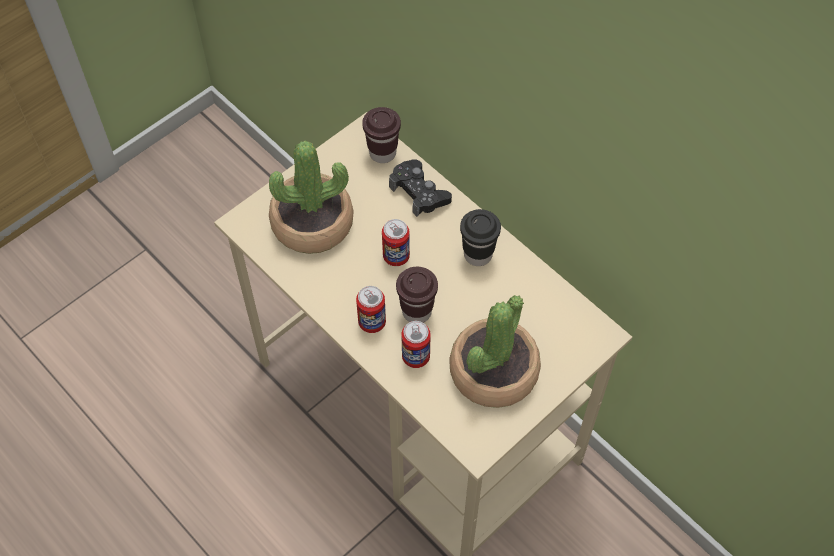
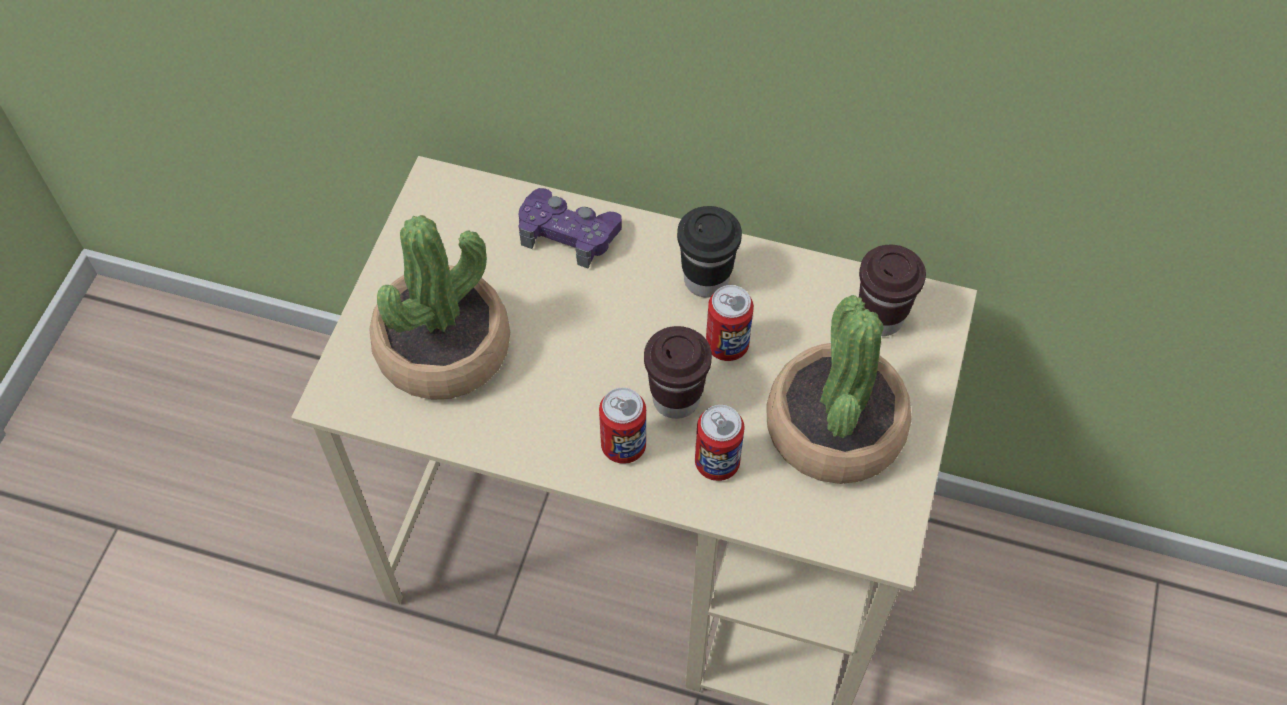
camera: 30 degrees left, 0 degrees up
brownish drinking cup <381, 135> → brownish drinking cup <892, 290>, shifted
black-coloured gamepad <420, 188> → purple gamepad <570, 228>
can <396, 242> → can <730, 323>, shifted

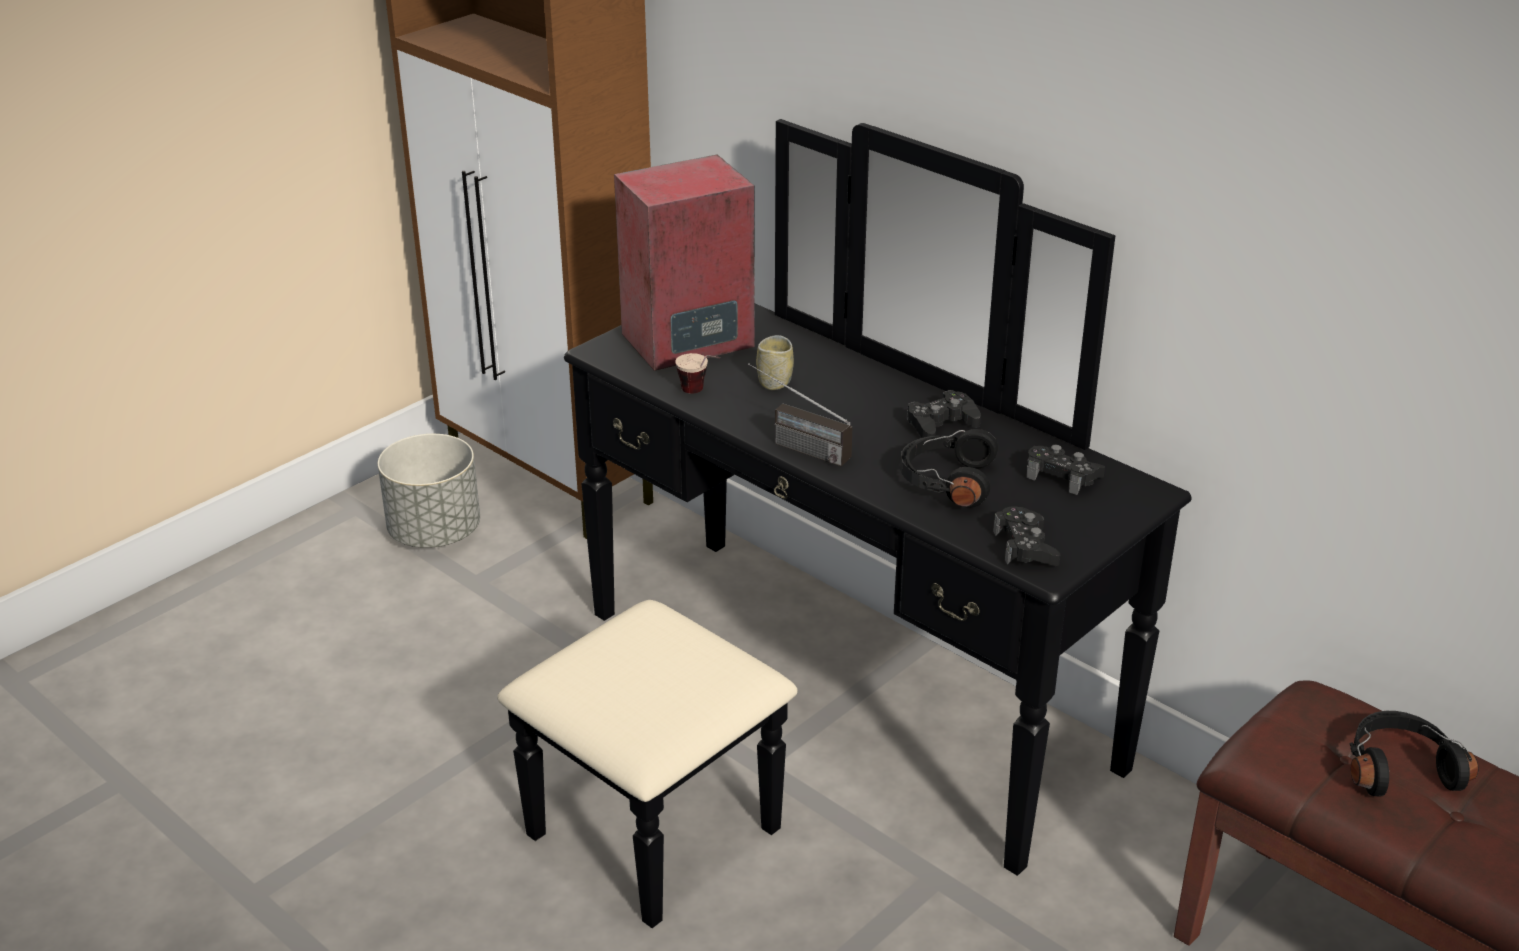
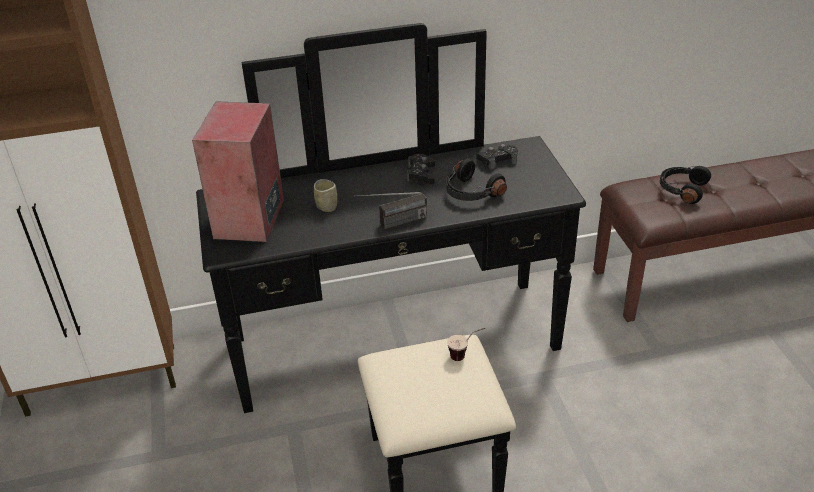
camera: 55 degrees left, 5 degrees up
drinking cup <697, 373> → drinking cup <466, 344>, shifted
grey flower pot <429, 491> → -
black-coloured gamepad <1026, 536> → -

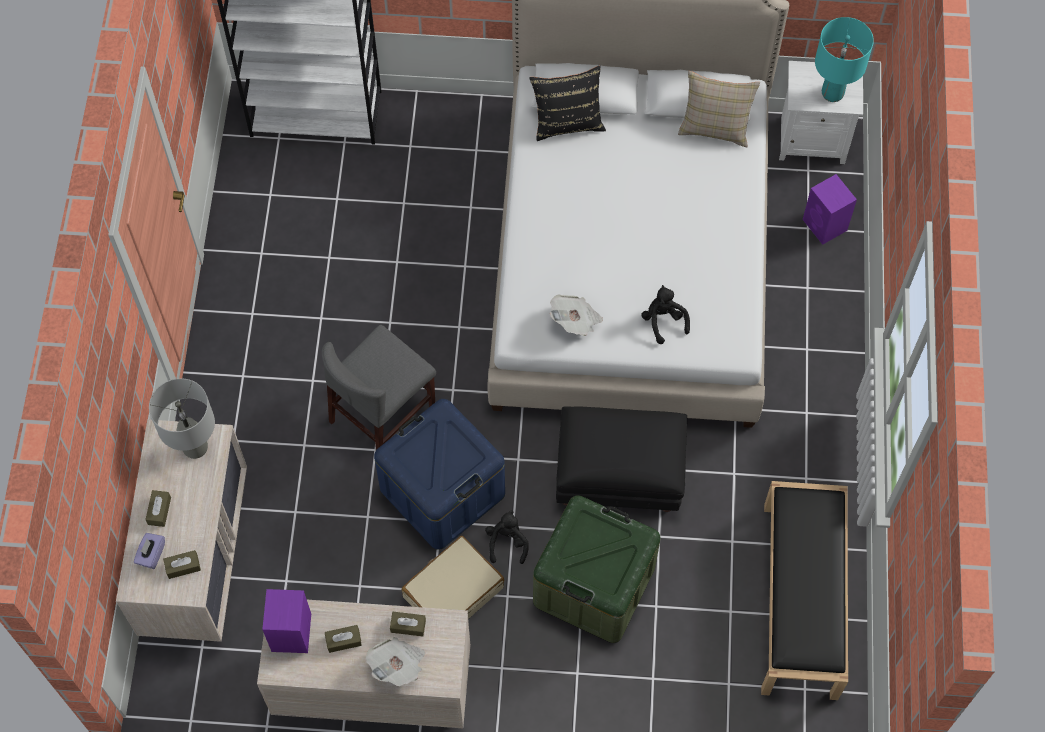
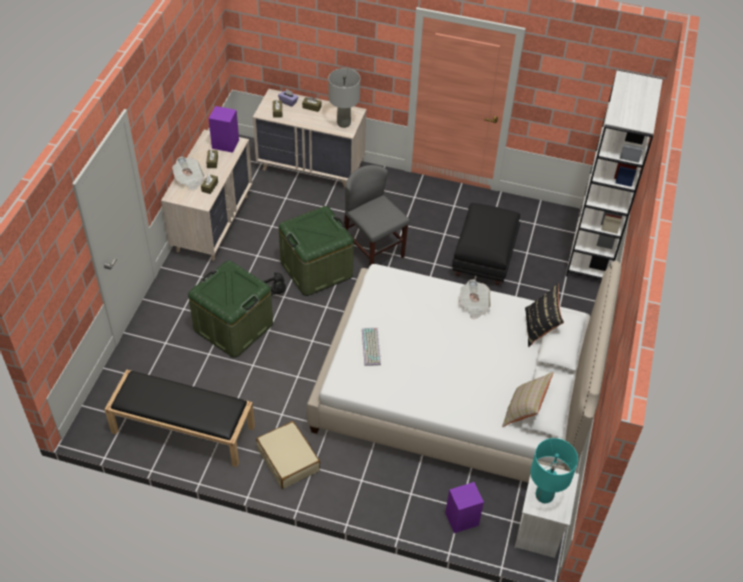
camera: 100 degrees right, 15 degrees down
black-coloured cuddly toy <665, 314> → computer keyboard <371, 347>
newspaper <576, 315> → newspaper <475, 299>, shifted
bluish storage box <439, 474> → green storage box <316, 251>
black-coloured ottoman <621, 459> → black-coloured ottoman <486, 244>, shifted
beige-coloured travel case <453, 577> → beige-coloured travel case <288, 455>, shifted

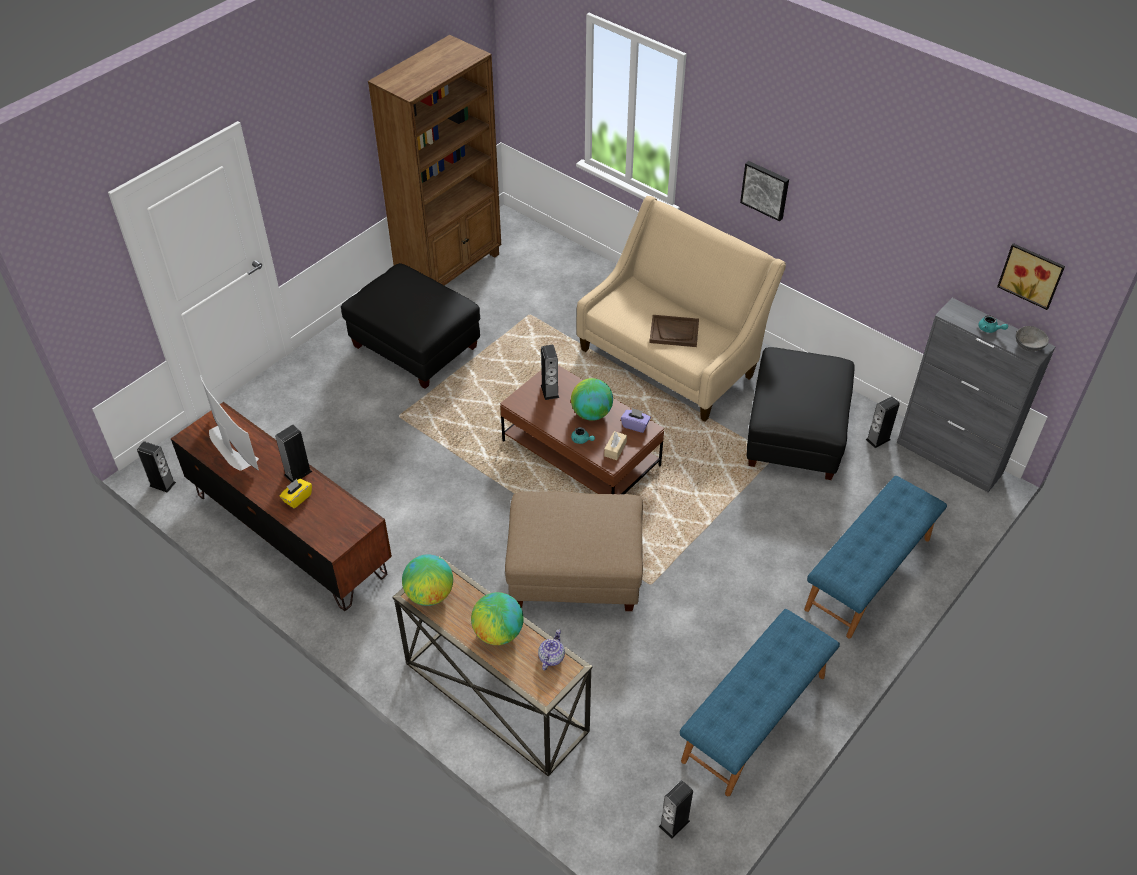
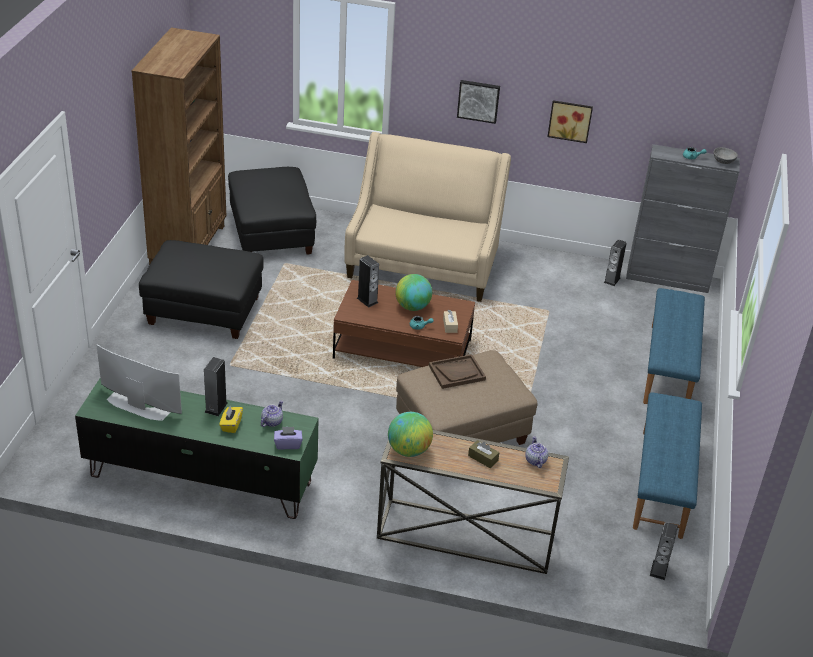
camera: 30 degrees left, 10 degrees down
picture <1031, 276> → picture <570, 121>, shifted
brownish serving tray <674, 331> → brownish serving tray <457, 371>, shifted
black-coloured ottoman <800, 413> → black-coloured ottoman <272, 211>, shifted
brownish media console <281, 506> → green media console <197, 448>
purple tissue box <636, 420> → purple tissue box <288, 438>, shifted
audio speaker <156, 467> → -
globe <497, 618> → brownish tissue box <484, 454>
- → tea pot <272, 413>

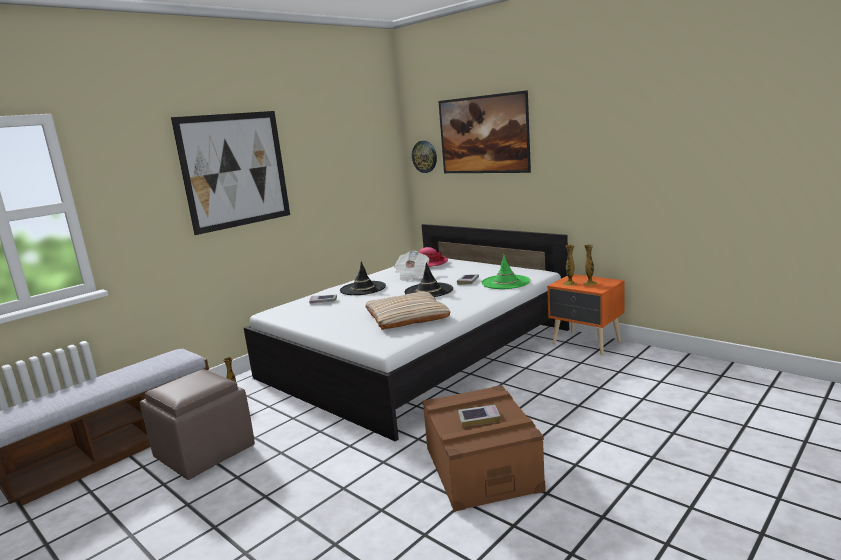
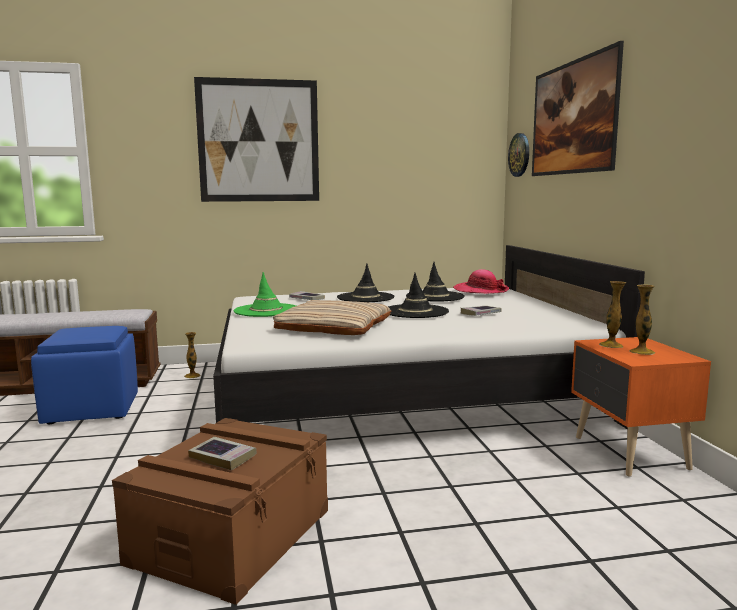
camera: 35 degrees right, 5 degrees down
newspaper <412, 266> → black-coloured hat <435, 282>
green hat <506, 272> → green hat <265, 294>, shifted
brownish ottoman <197, 424> → bluish ottoman <84, 375>

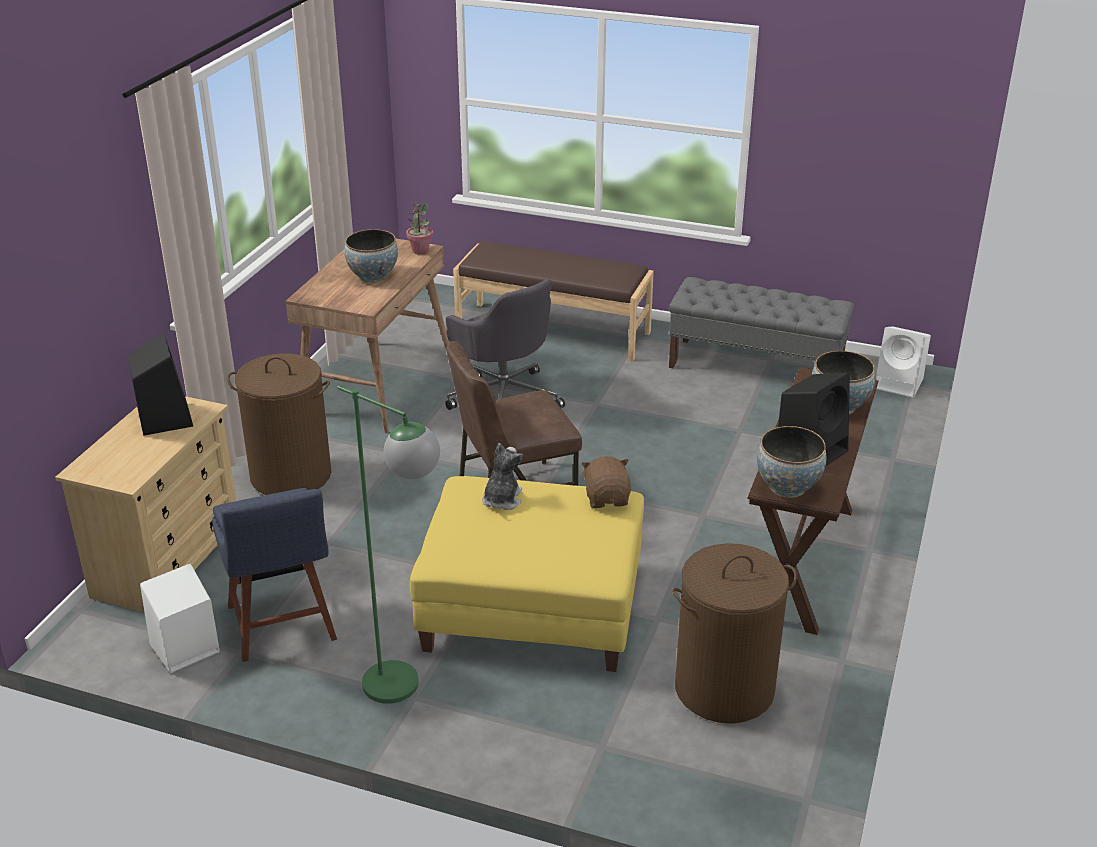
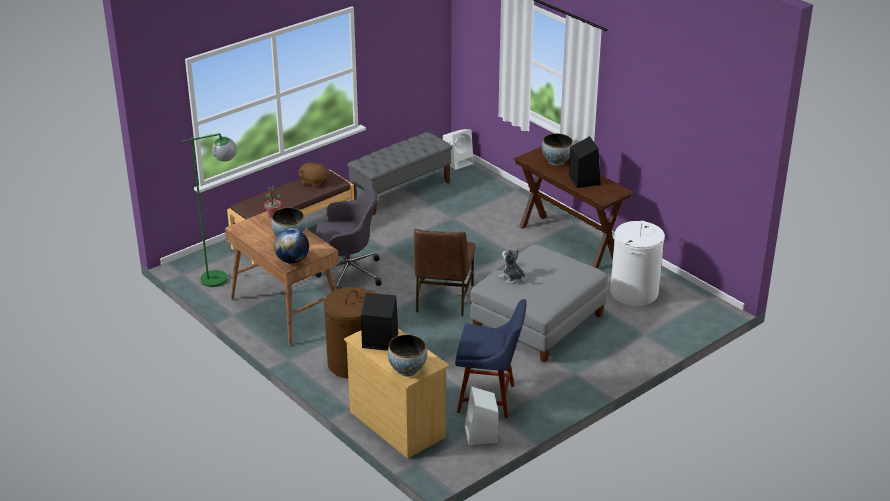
camera: 60 degrees left, 0 degrees up
green floor lamp <388, 544> → green floor lamp <209, 210>, shifted
serving bowl <791, 462> → serving bowl <407, 355>, shifted
brownish cuddly toy <606, 482> → brownish cuddly toy <312, 174>, shifted
yellow-coloured ottoman <527, 574> → grey ottoman <538, 304>
brownish laundry basket <734, 633> → white-coloured laundry basket <637, 263>
- → globe <291, 246>

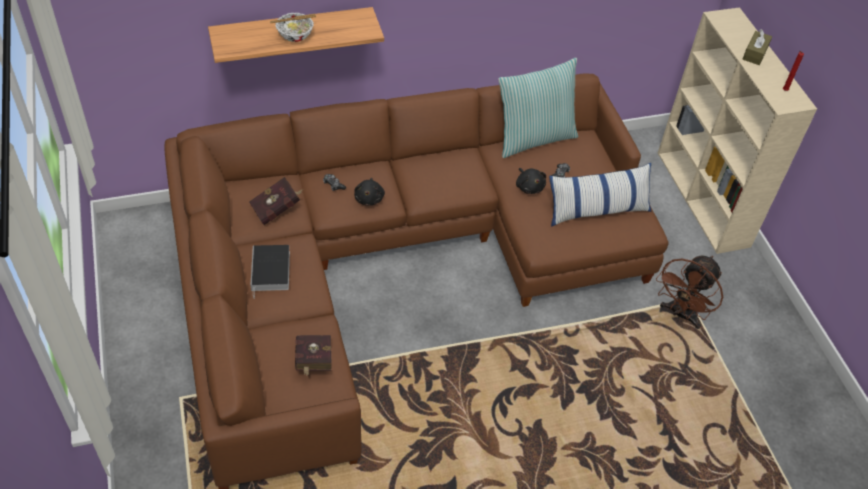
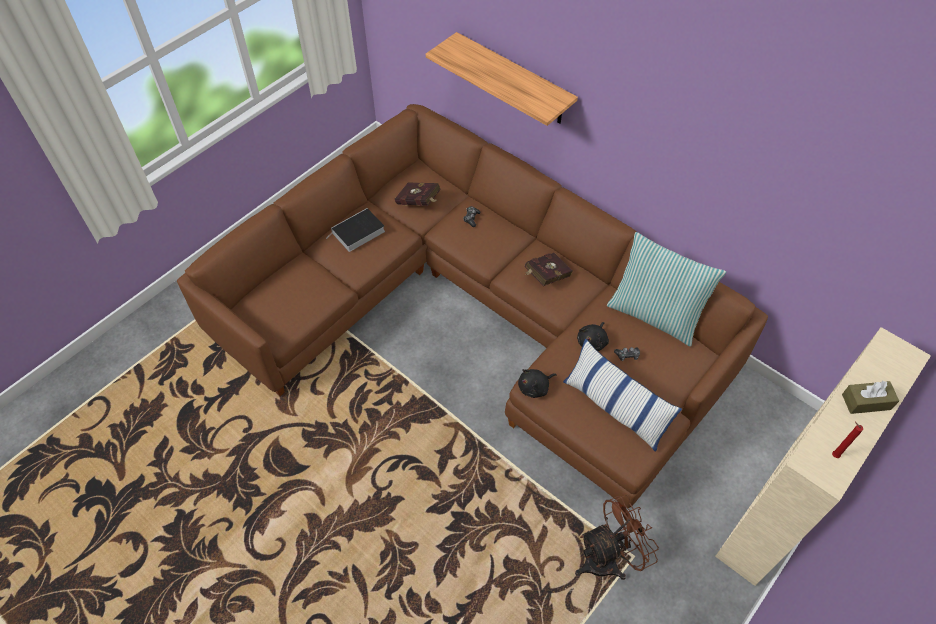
camera: 60 degrees right, 5 degrees up
serving bowl <293, 27> → -
black-coloured cuddly toy <369, 192> → black-coloured cuddly toy <537, 383>, shifted
brownish cooling fan <689, 292> → brownish cooling fan <617, 537>, 150 degrees clockwise
reddish book <313, 355> → reddish book <549, 269>, shifted

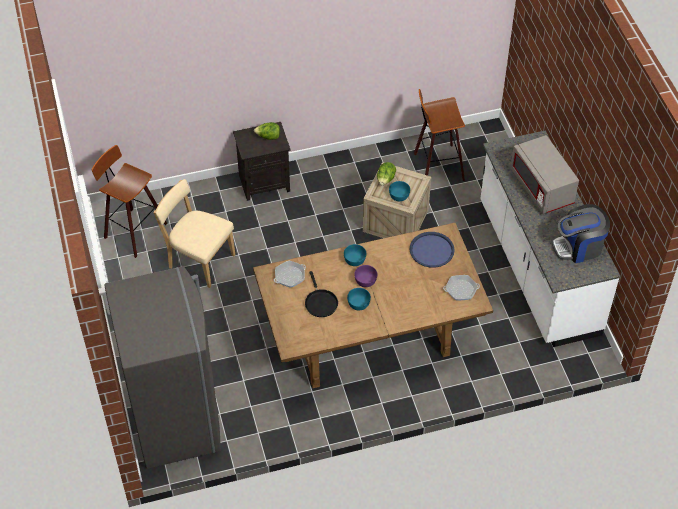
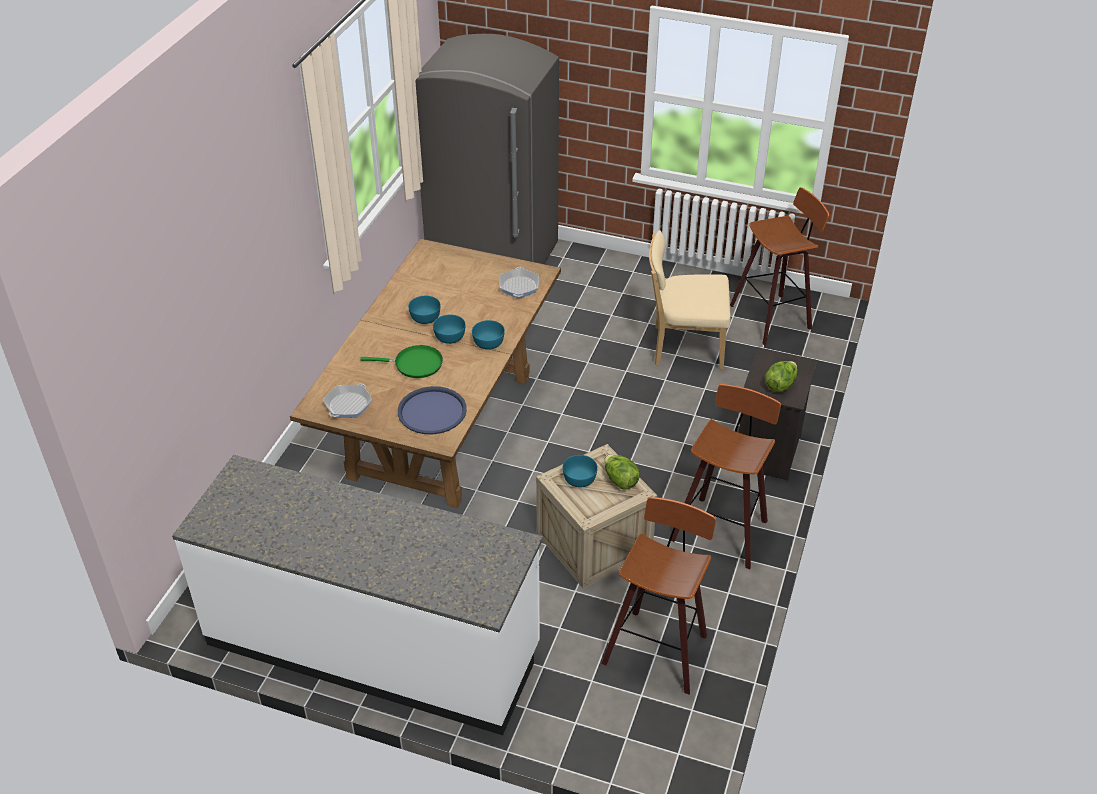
camera: 125 degrees right, 10 degrees down
grey microwave oven <545, 174> → -
beige-coloured plain chair <194, 233> → beige-coloured plain chair <690, 300>, 150 degrees counterclockwise
coffee brewer <581, 233> → -
purple serving bowl <365, 276> → turquoise serving bowl <449, 329>
black-coloured pan <321, 294> → -
- → green pan <401, 361>
- → stool <726, 476>

